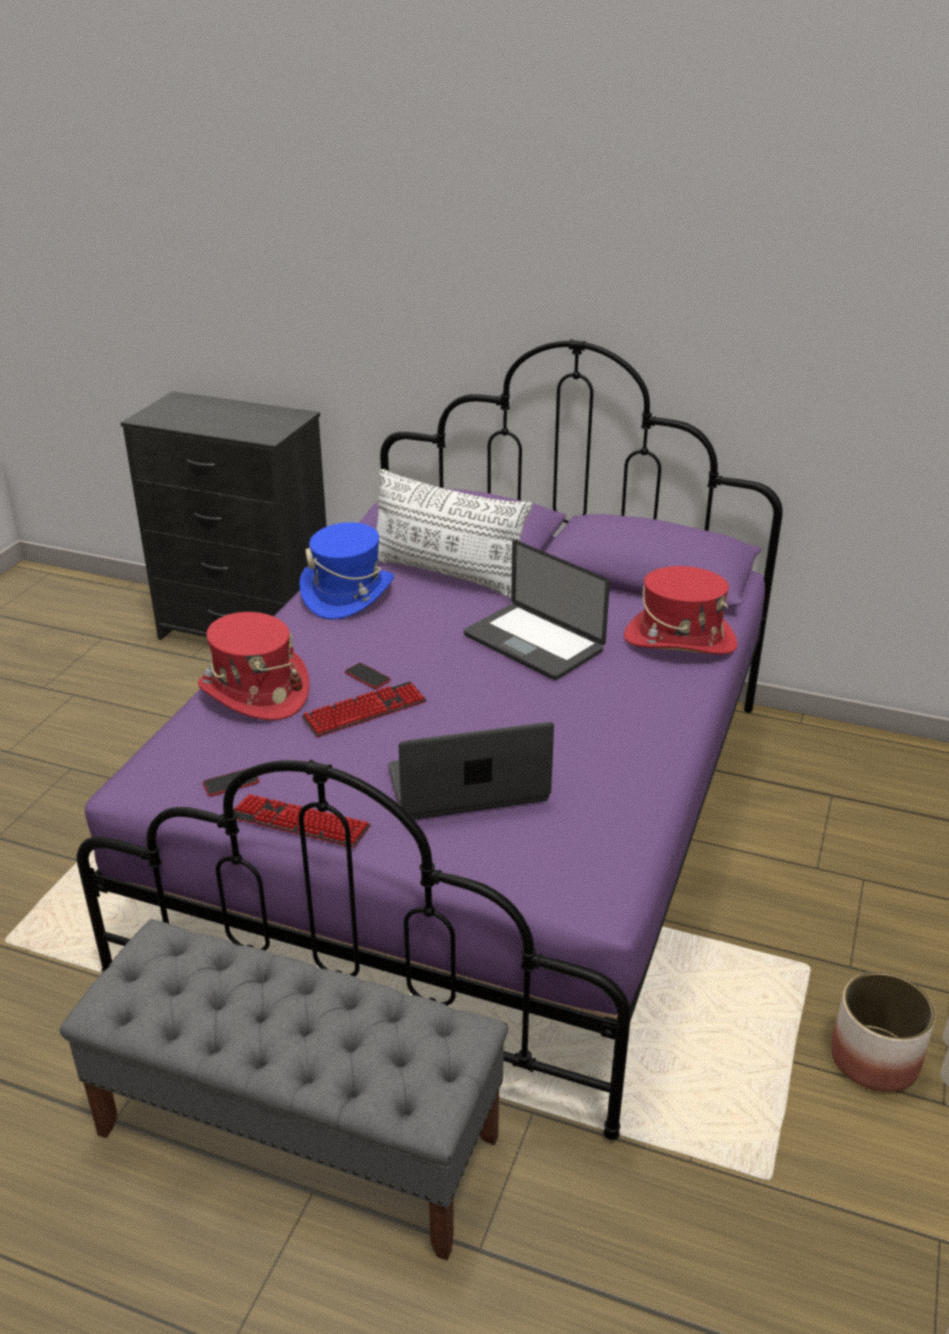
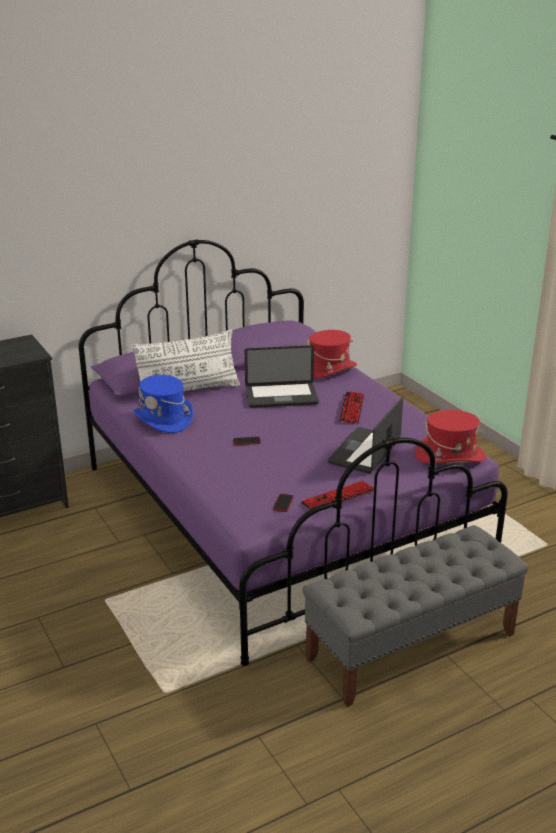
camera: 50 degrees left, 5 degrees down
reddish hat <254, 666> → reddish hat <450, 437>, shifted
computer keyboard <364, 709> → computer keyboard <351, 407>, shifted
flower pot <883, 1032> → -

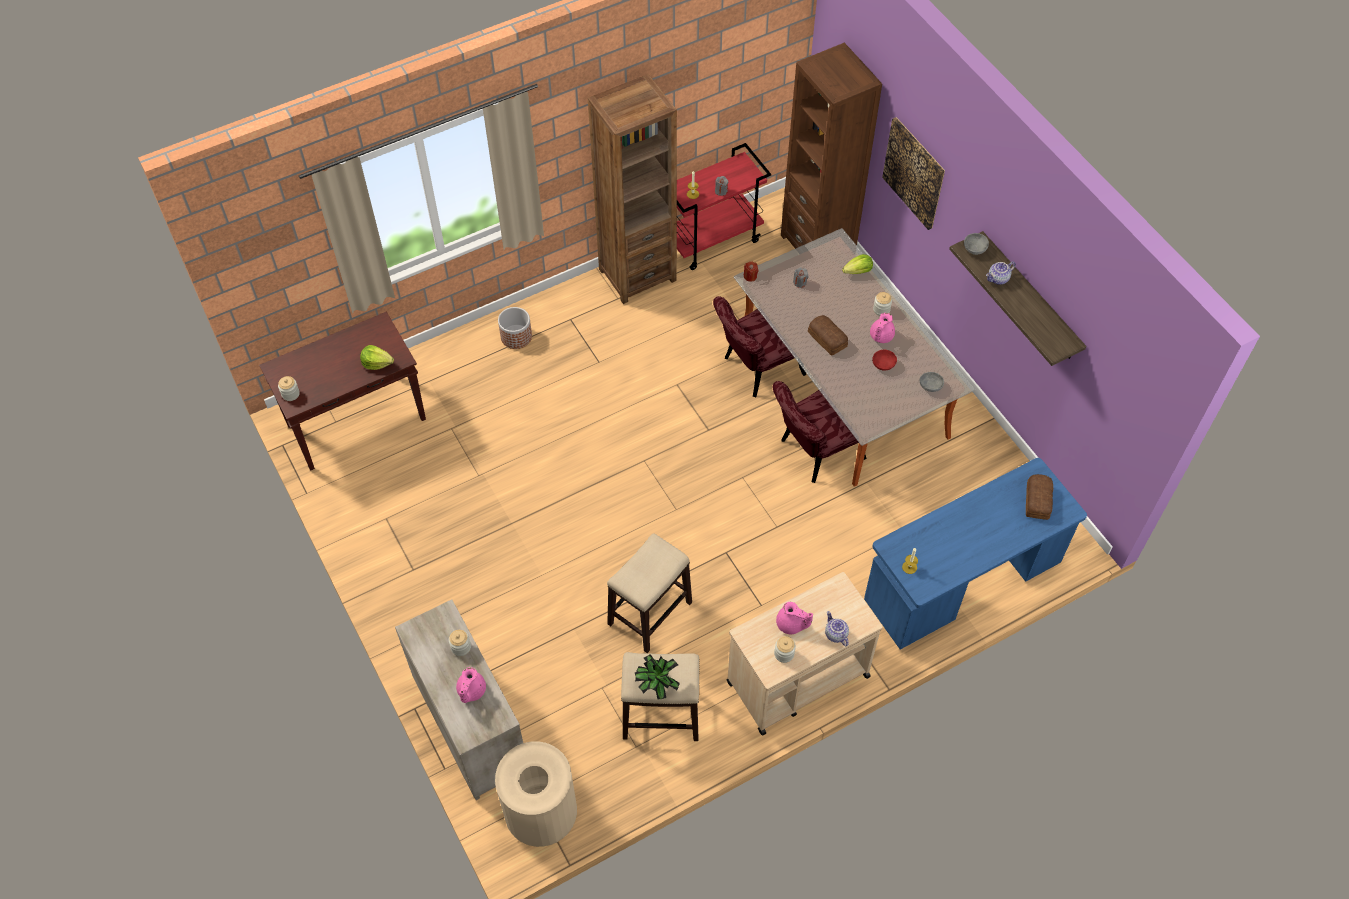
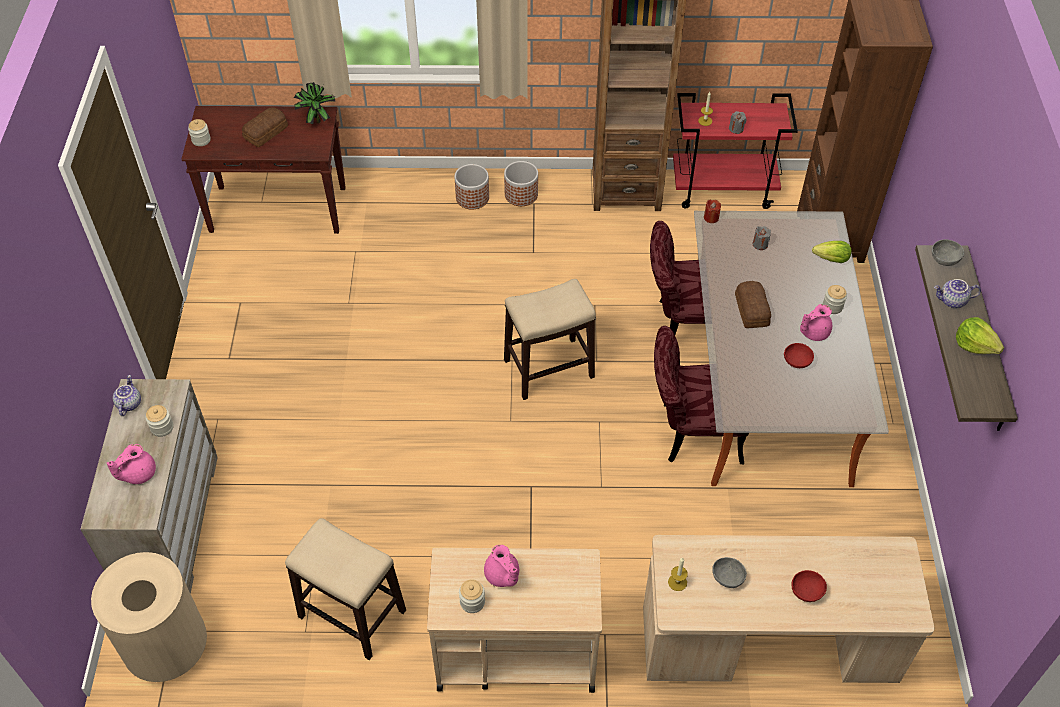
camera: 30 degrees right, 5 degrees down
picture <913, 173> → -
lettuce <377, 357> → lettuce <980, 335>, shifted
grey serving bowl <932, 382> → grey serving bowl <729, 572>, shifted
bluish desk <975, 554> → beige-coloured desk <789, 609>
baked bread <1039, 497> → baked bread <265, 127>, shifted
stool <649, 593> → stool <550, 339>, shifted
tea pot <837, 628> → tea pot <127, 395>, shifted
potted plant <657, 677> → potted plant <314, 103>, shifted
- → flower pot <521, 183>
- → reddish serving bowl <809, 586>

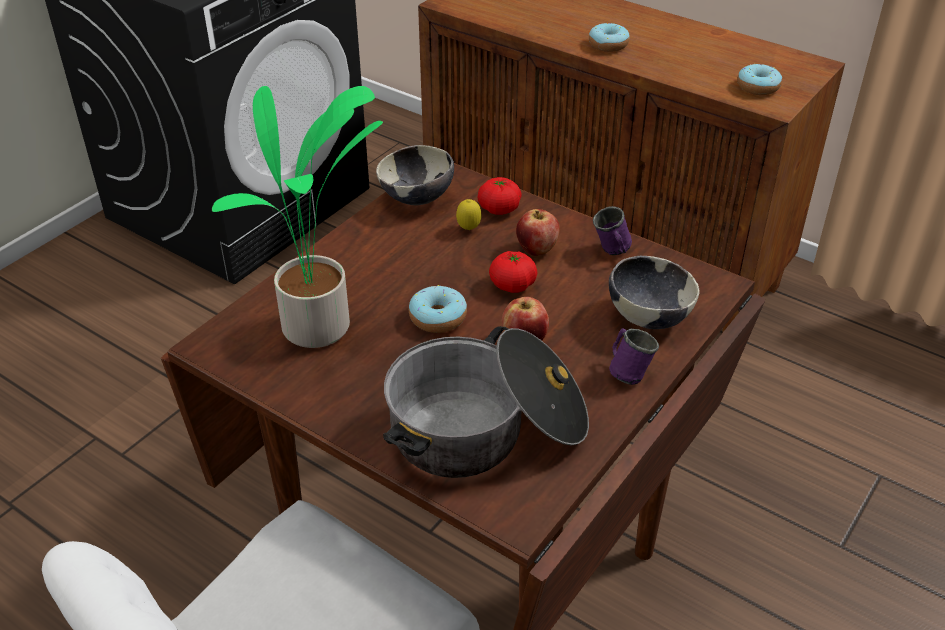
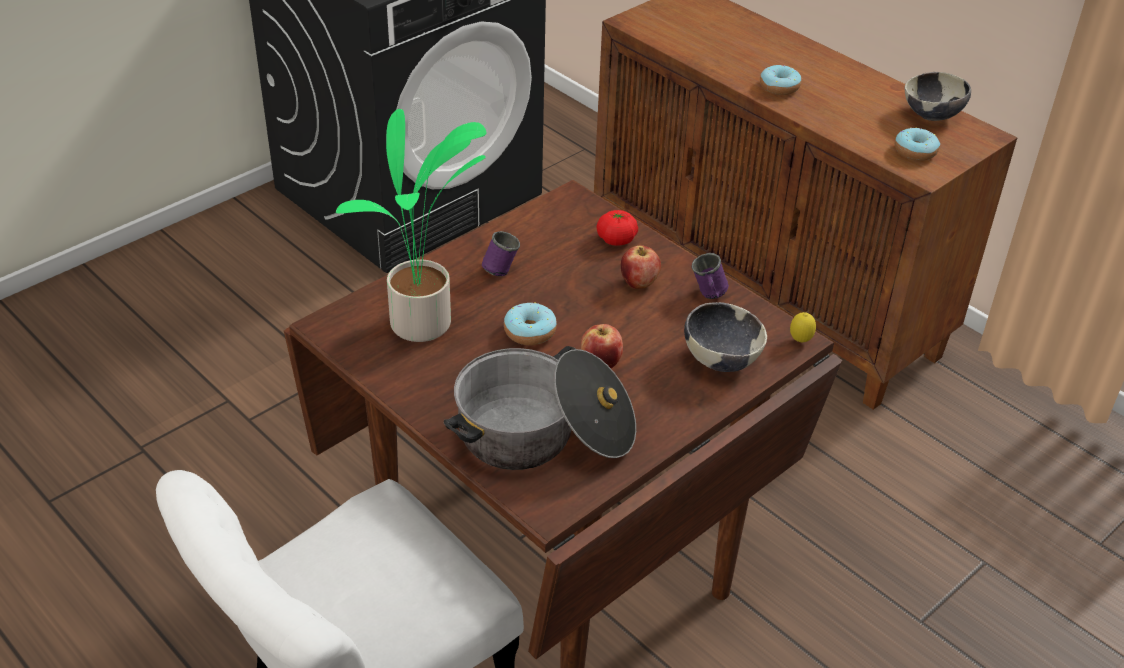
camera: 10 degrees right, 0 degrees up
serving bowl <415, 175> → serving bowl <938, 96>, shifted
citrus fruit <468, 214> → citrus fruit <803, 327>, shifted
tomato <513, 272> → -
purple mug <634, 356> → purple mug <501, 253>, shifted

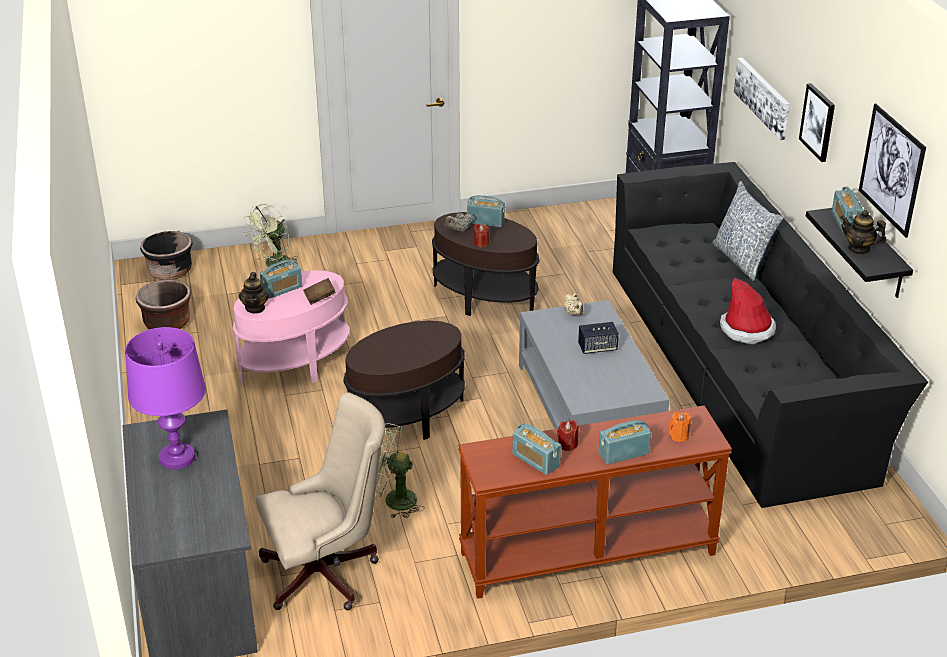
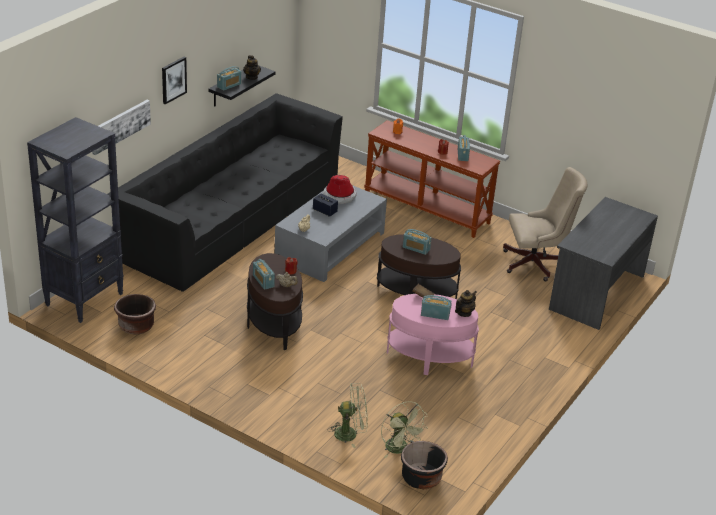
camera: 135 degrees left, 0 degrees up
picture <892, 171> → -
throw pillow <747, 231> → -
hat <748, 311> → hat <340, 189>, shifted
brownish flower pot <163, 304> → brownish flower pot <135, 314>, shifted
purple lamp for a table <165, 398> → -
beige-coloured computer chair <320, 501> → beige-coloured computer chair <545, 224>, 150 degrees clockwise
radio receiver <624, 442> → radio receiver <417, 242>, shifted
green cooling fan <400, 470> → green cooling fan <404, 429>, shifted

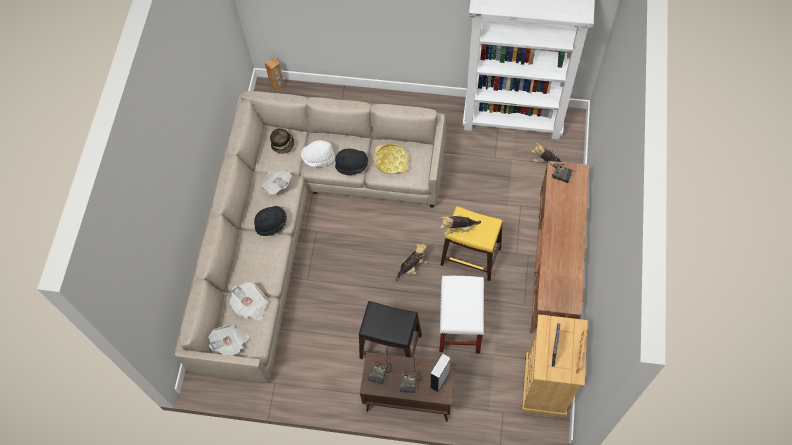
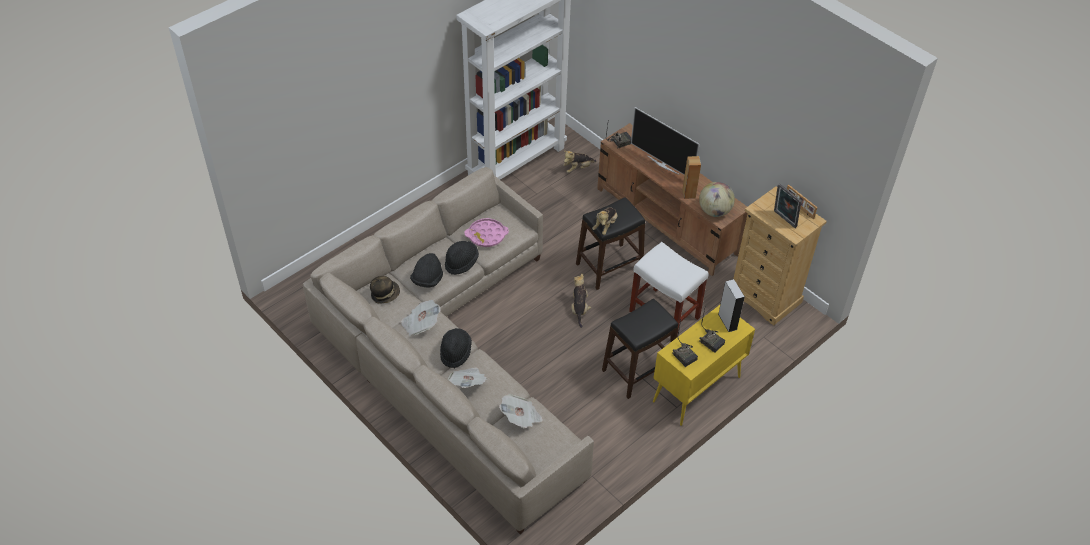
camera: 55 degrees left, 15 degrees down
brownish audio speaker <275, 74> → brownish audio speaker <691, 177>, shifted
white-coloured hat <318, 153> → black-coloured hat <426, 270>
yellow-coloured serving tray <391, 159> → pinkish serving tray <487, 232>
yellow-coloured stool <472, 243> → black-coloured stool <610, 243>
newspaper <228, 340> → newspaper <467, 377>, shifted
brownish cabinet <407, 387> → yellow-coloured cabinet <704, 365>
- → TV set <665, 141>
- → globe <717, 199>

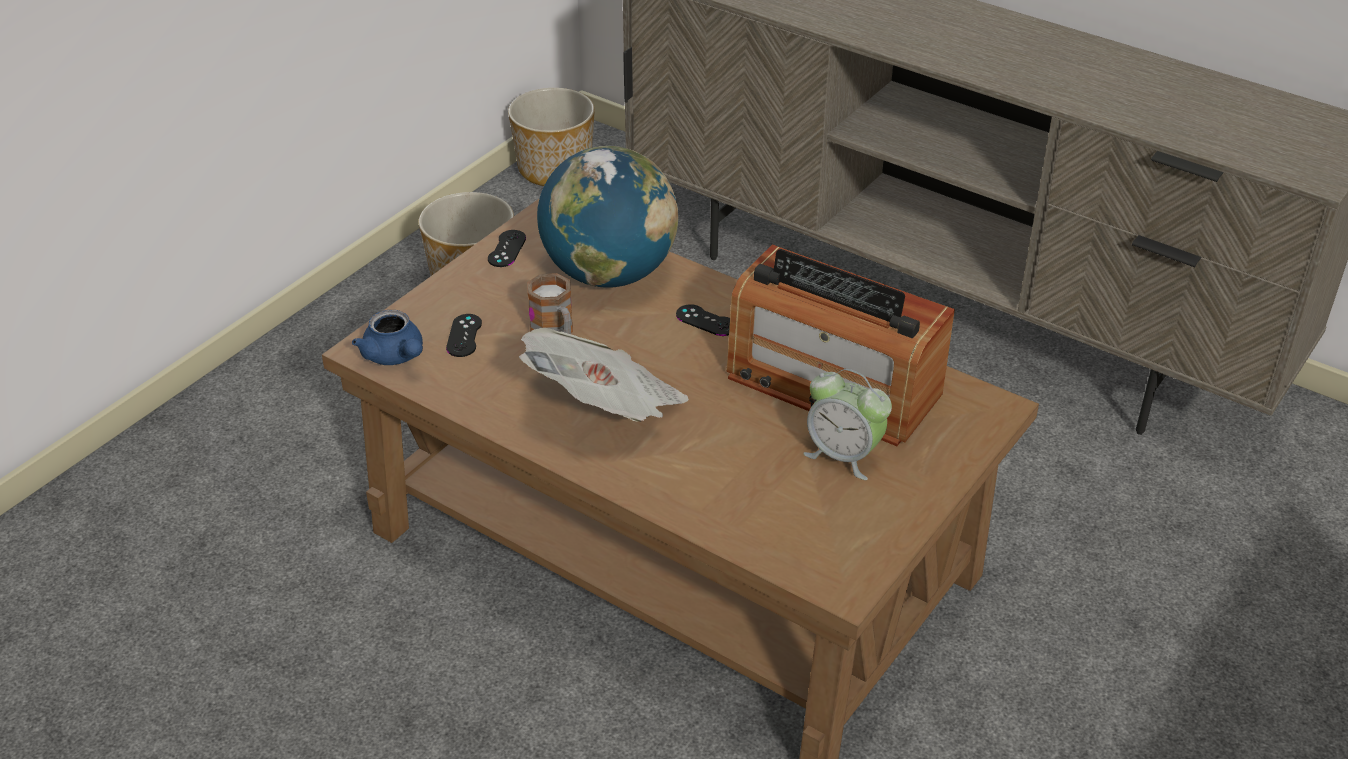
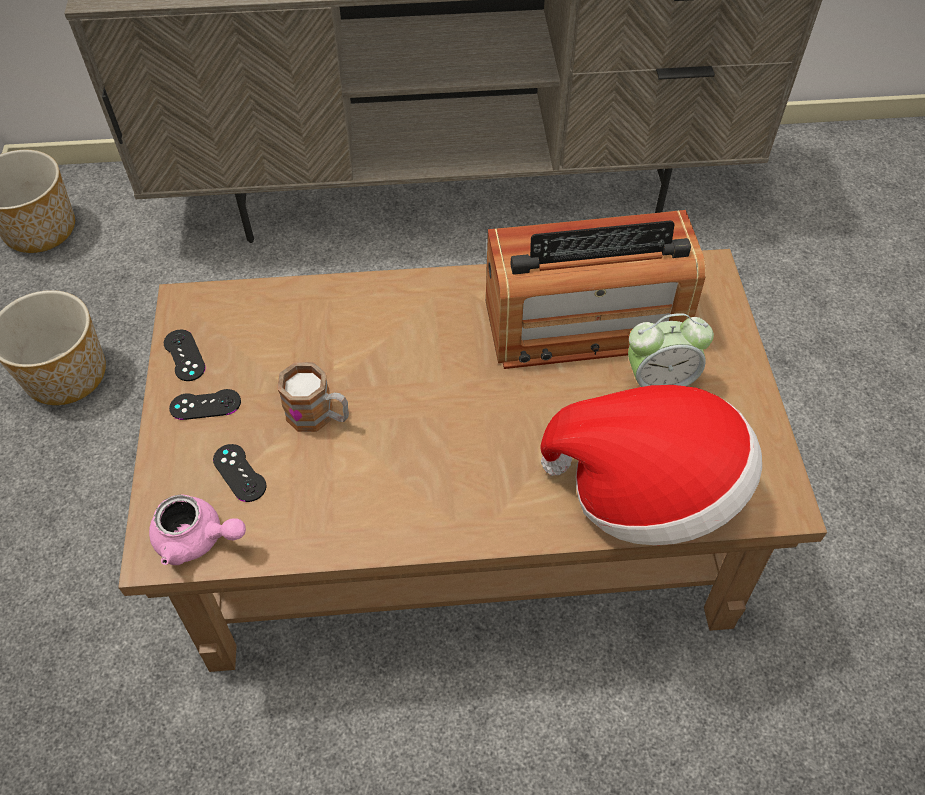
camera: 40 degrees left, 15 degrees up
globe <607, 217> → -
black-coloured gamepad <703, 320> → black-coloured gamepad <205, 404>, shifted
bluish tea pot <387, 337> → pinkish tea pot <197, 530>
newspaper <604, 375> → -
- → hat <651, 465>

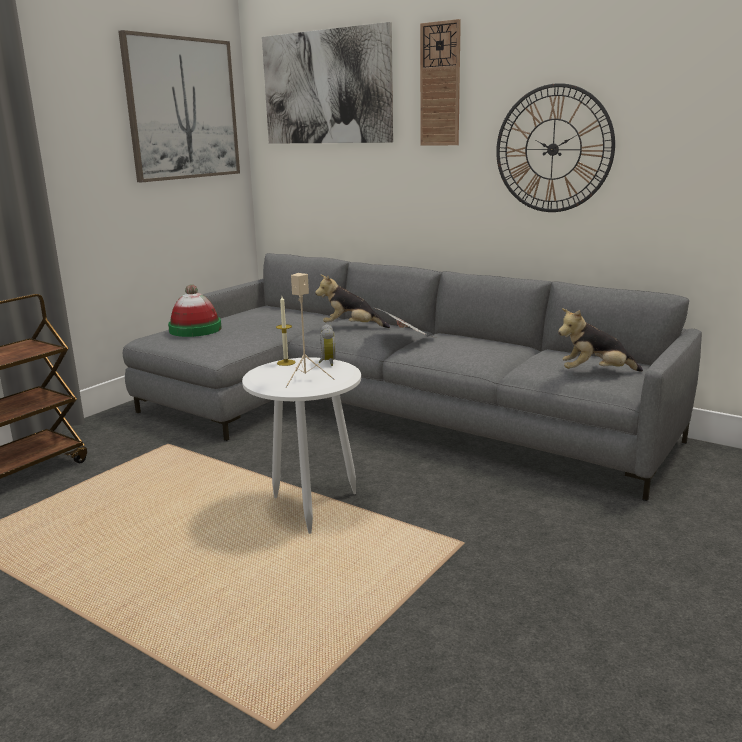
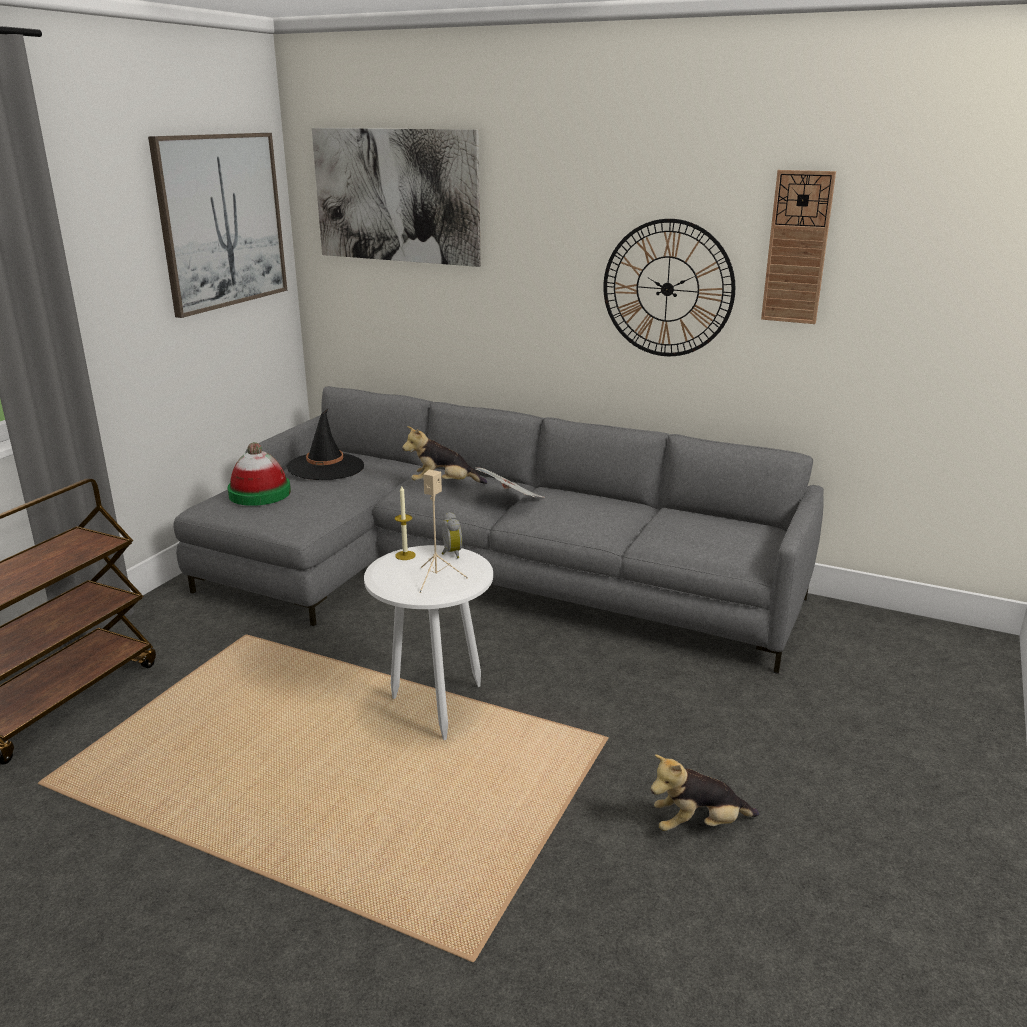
camera: 10 degrees left, 5 degrees up
clock on the wall <440, 82> → clock on the wall <798, 247>, shifted
cuddly toy <600, 340> → cuddly toy <705, 793>, shifted
- → black-coloured hat <325, 444>

